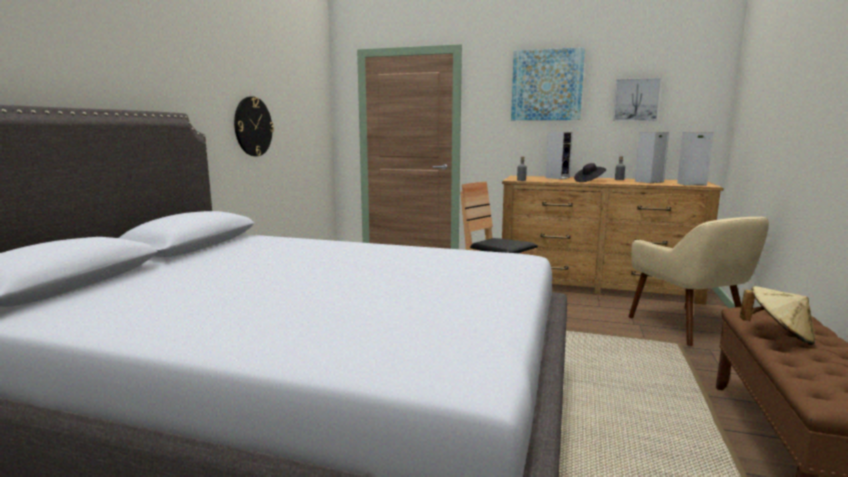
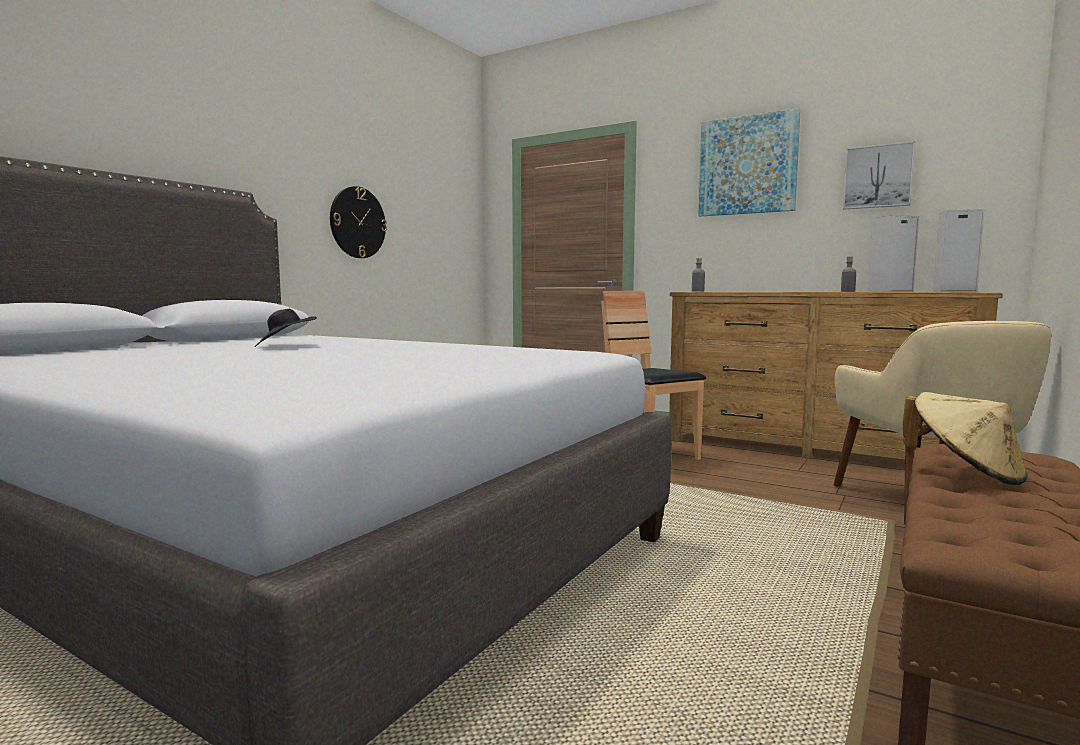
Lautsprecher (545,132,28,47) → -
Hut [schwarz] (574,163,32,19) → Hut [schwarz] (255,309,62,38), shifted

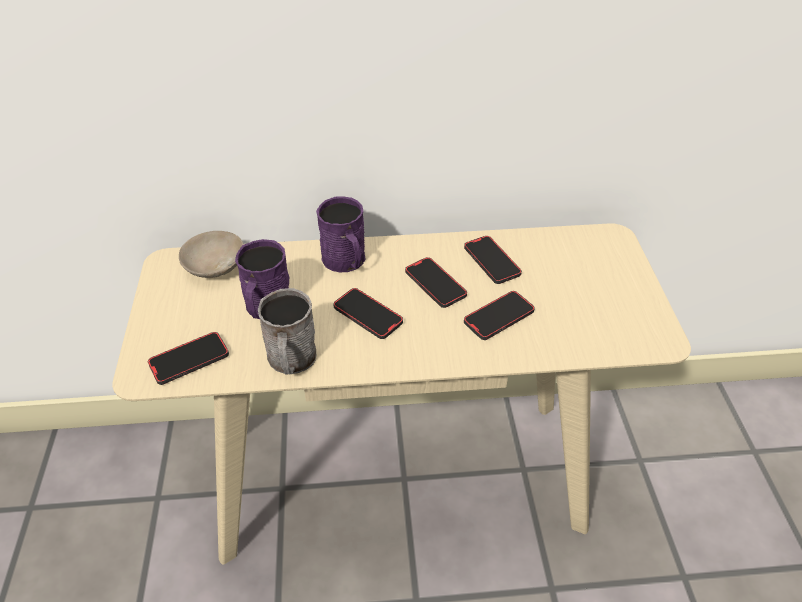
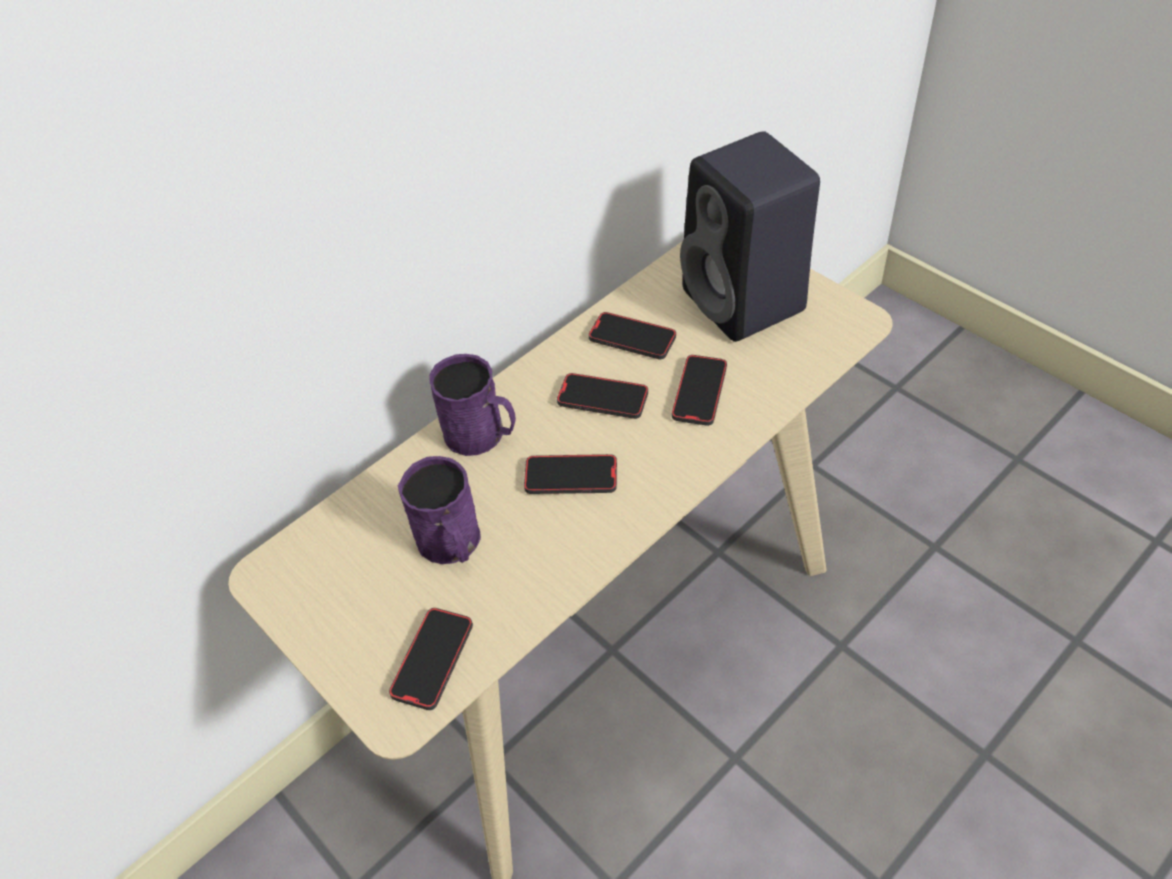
Schüssel [beige] (179,231,65,47) → -
Henkelbecher [grau] (258,288,58,87) → -
- → Lautsprecher [schwarz] (680,131,140,211)

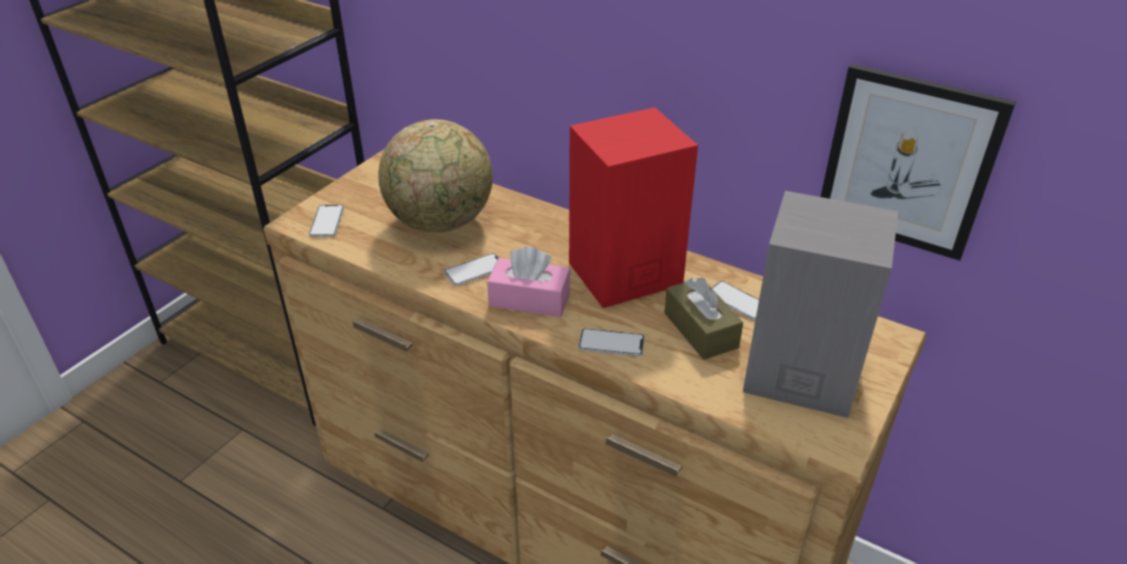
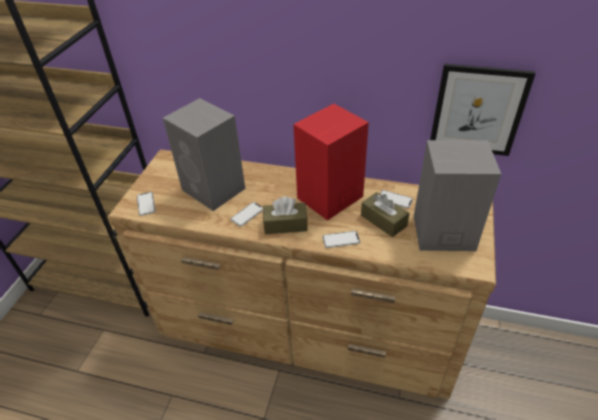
Globus (378,119,115,114) → Lautsprecher [grau] (163,98,82,113)
Taschentuchbox [rosa] (487,246,83,71) → Taschentuchbox [braun] (263,197,45,37)

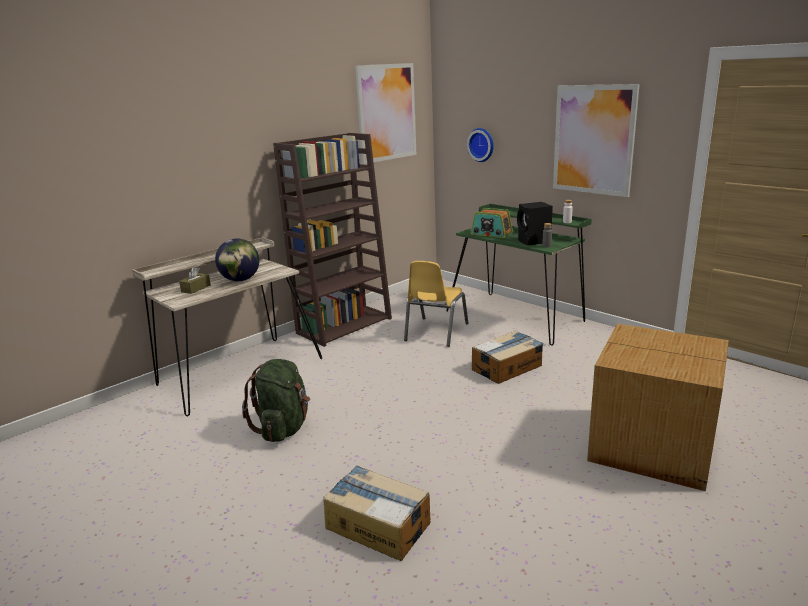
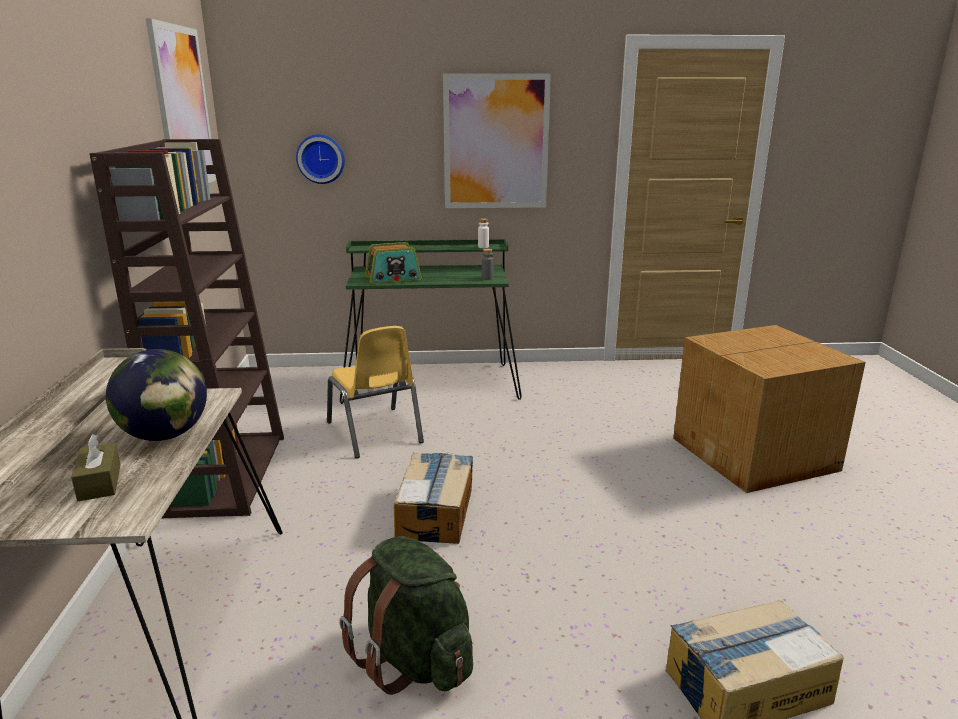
Karton (472,331,72,53) → Karton (394,453,79,91), shifted
Lautsprecher [schwarz] (517,202,36,44) → -

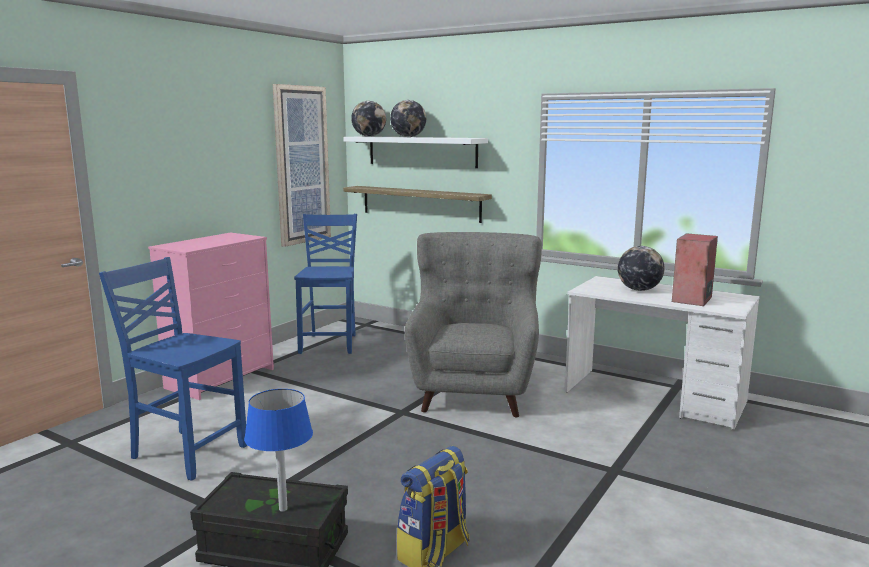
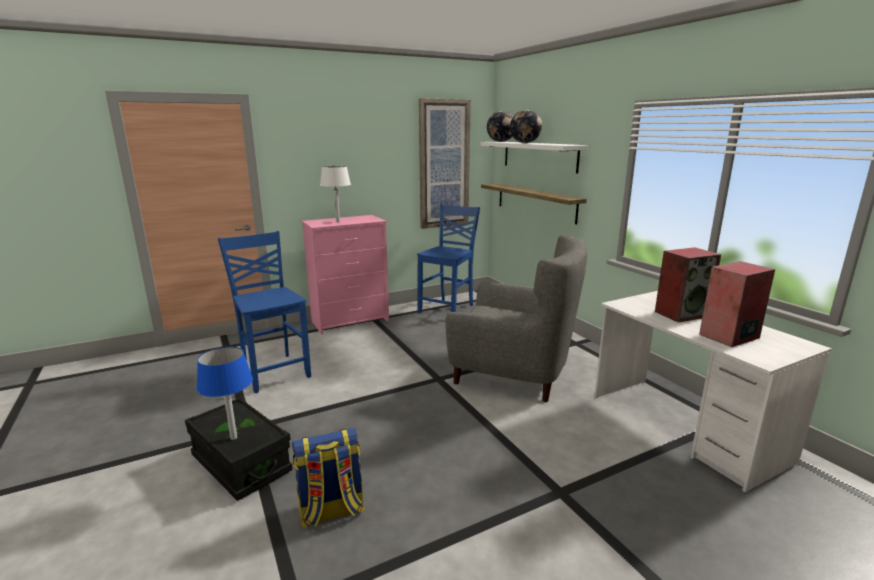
Sessel [grau] (405,232,137,185) → Sessel [grau] (446,235,141,167), 75 degrees clockwise
Globus (618,246,47,45) → Lautsprecher (655,247,66,76)
- → Tischlampe [weiß] (320,166,31,56)

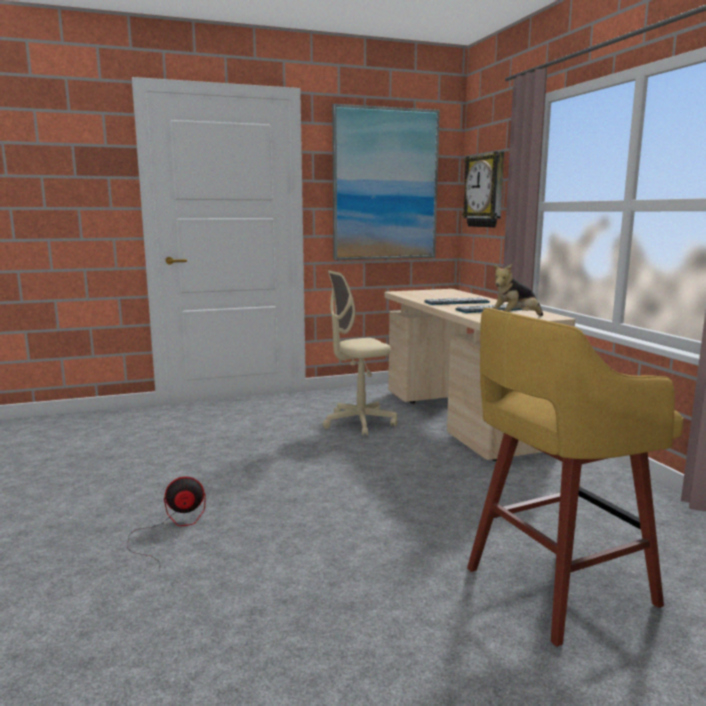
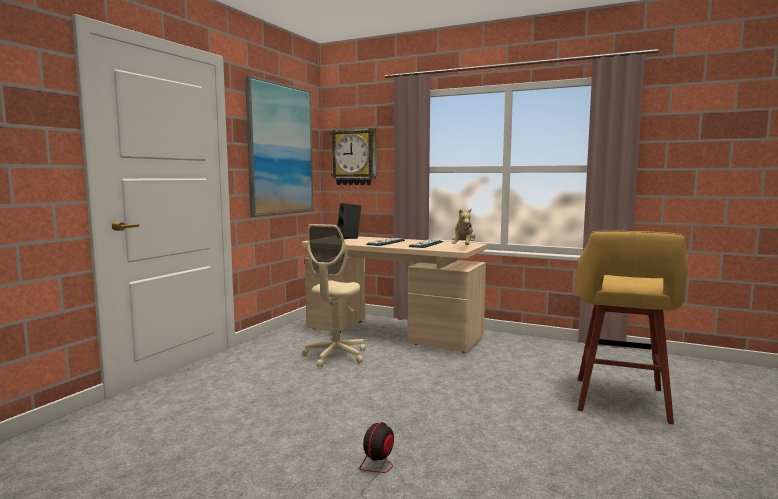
- → Lautsprecher [schwarz] (337,203,24,36)

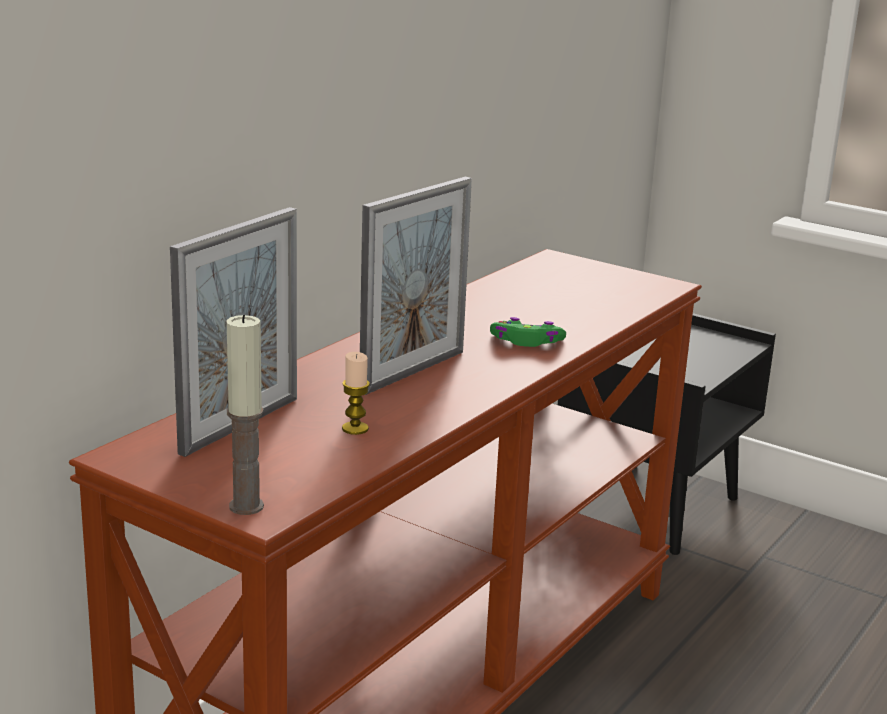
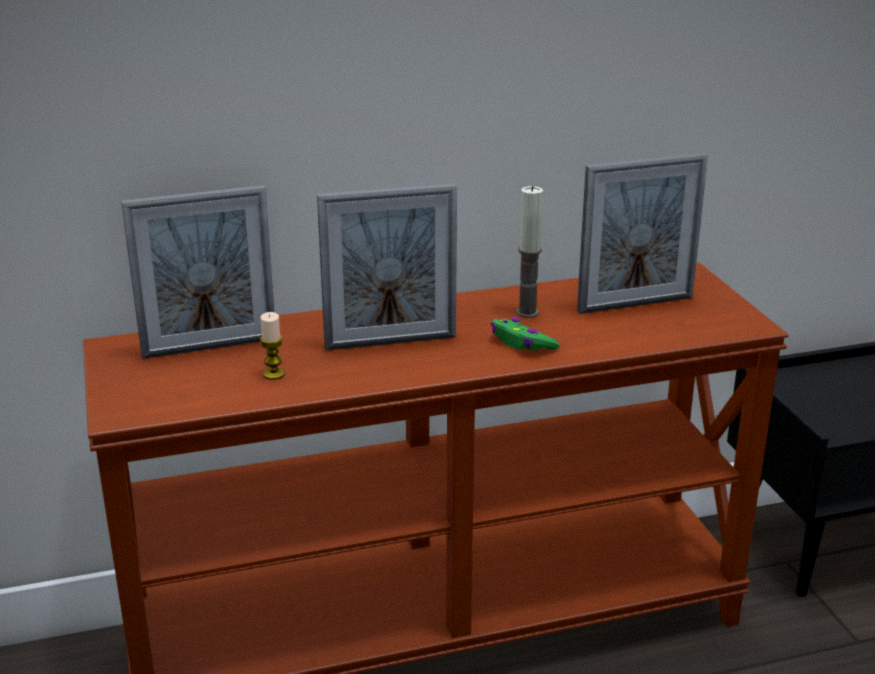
Kerze (227,314,37,201) → Kerze (516,186,27,132), shifted
- → Bilderrahmen (577,153,131,161)

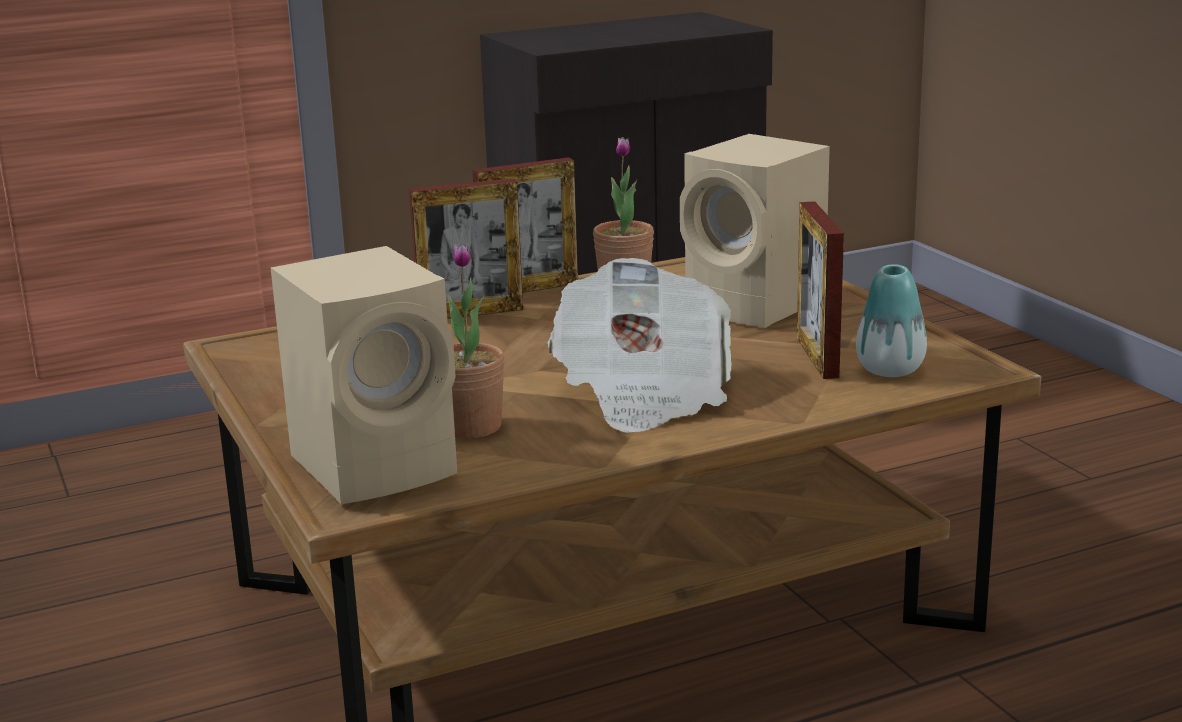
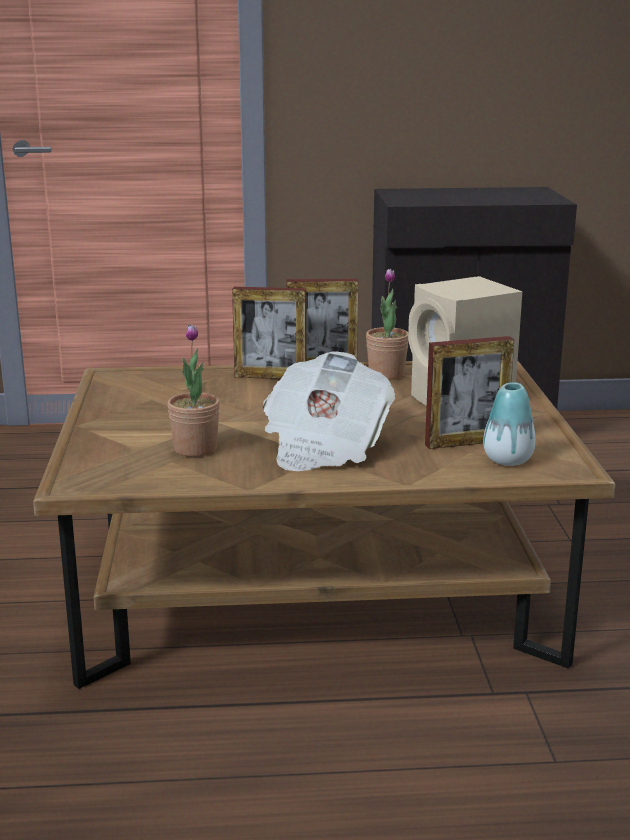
Lautsprecher [beige] (271,246,186,258) → -
Bilderrahmen (797,201,47,178) → Bilderrahmen (425,336,89,113), 120 degrees counterclockwise

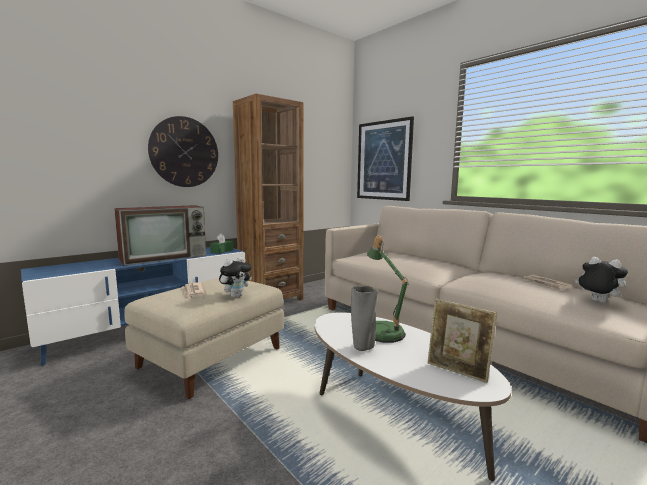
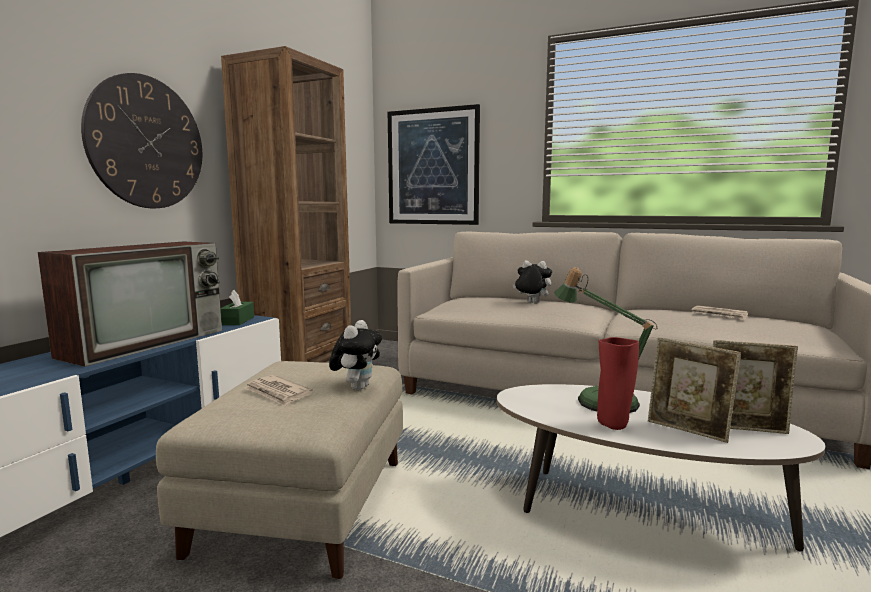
Vase [grau] (351,286,27,65) → Vase [rot] (597,337,42,93)
Plüschtier (574,257,54,46) → Plüschtier (512,260,40,43), shifted
- → Bilderrahmen (648,337,93,106)

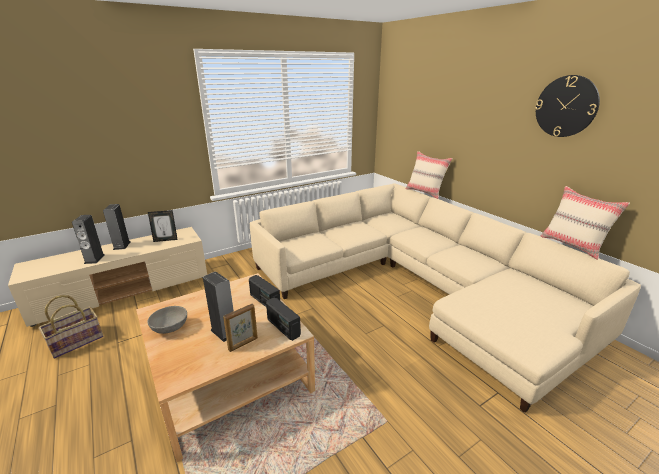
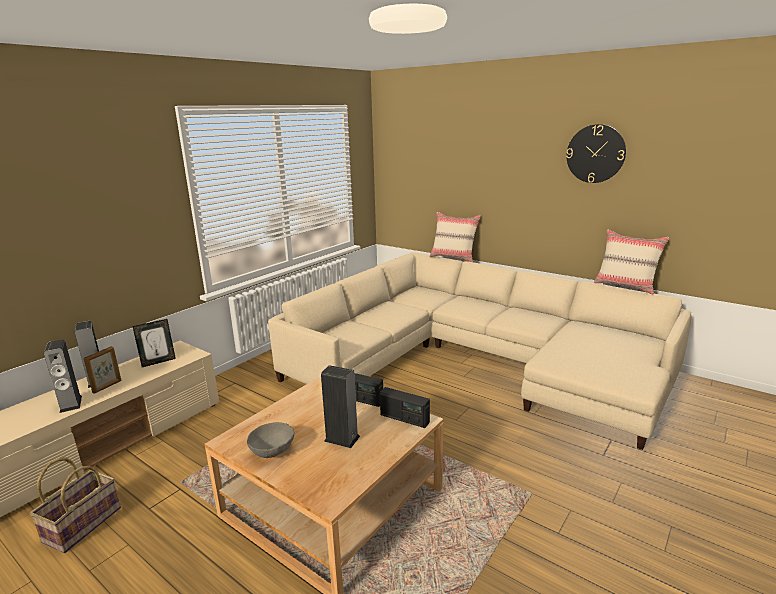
Bilderrahmen (223,303,35,49) → Bilderrahmen (84,346,38,48), shifted

